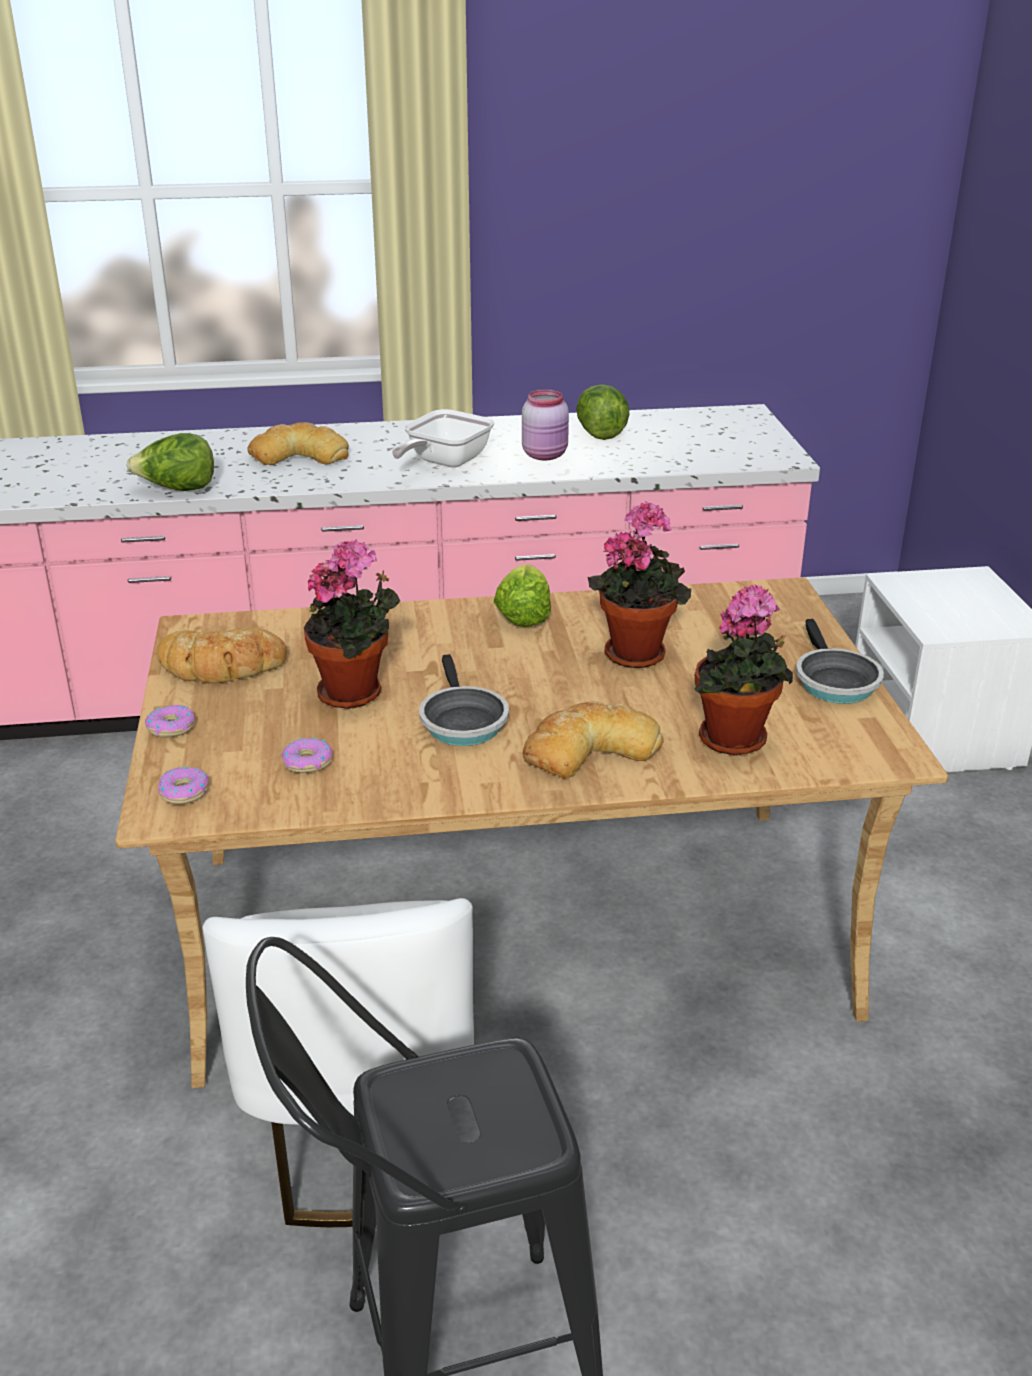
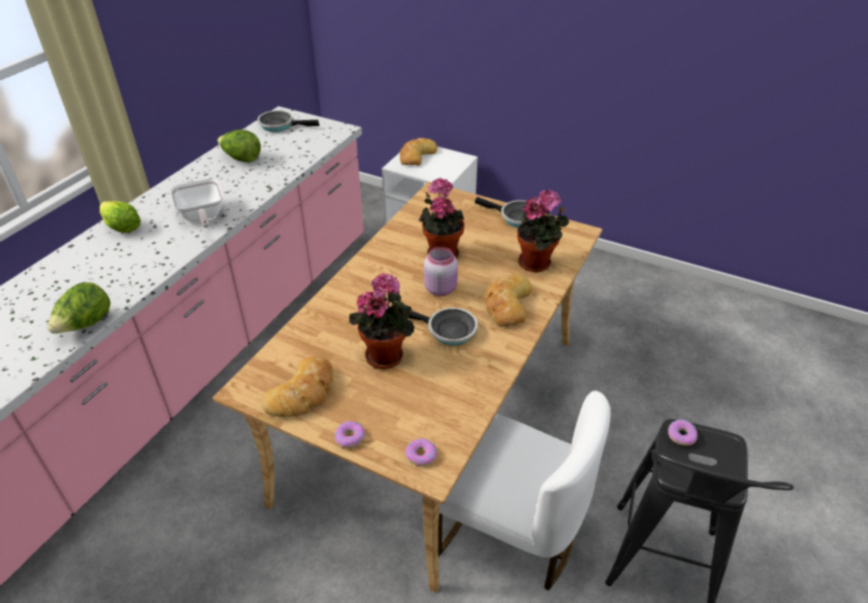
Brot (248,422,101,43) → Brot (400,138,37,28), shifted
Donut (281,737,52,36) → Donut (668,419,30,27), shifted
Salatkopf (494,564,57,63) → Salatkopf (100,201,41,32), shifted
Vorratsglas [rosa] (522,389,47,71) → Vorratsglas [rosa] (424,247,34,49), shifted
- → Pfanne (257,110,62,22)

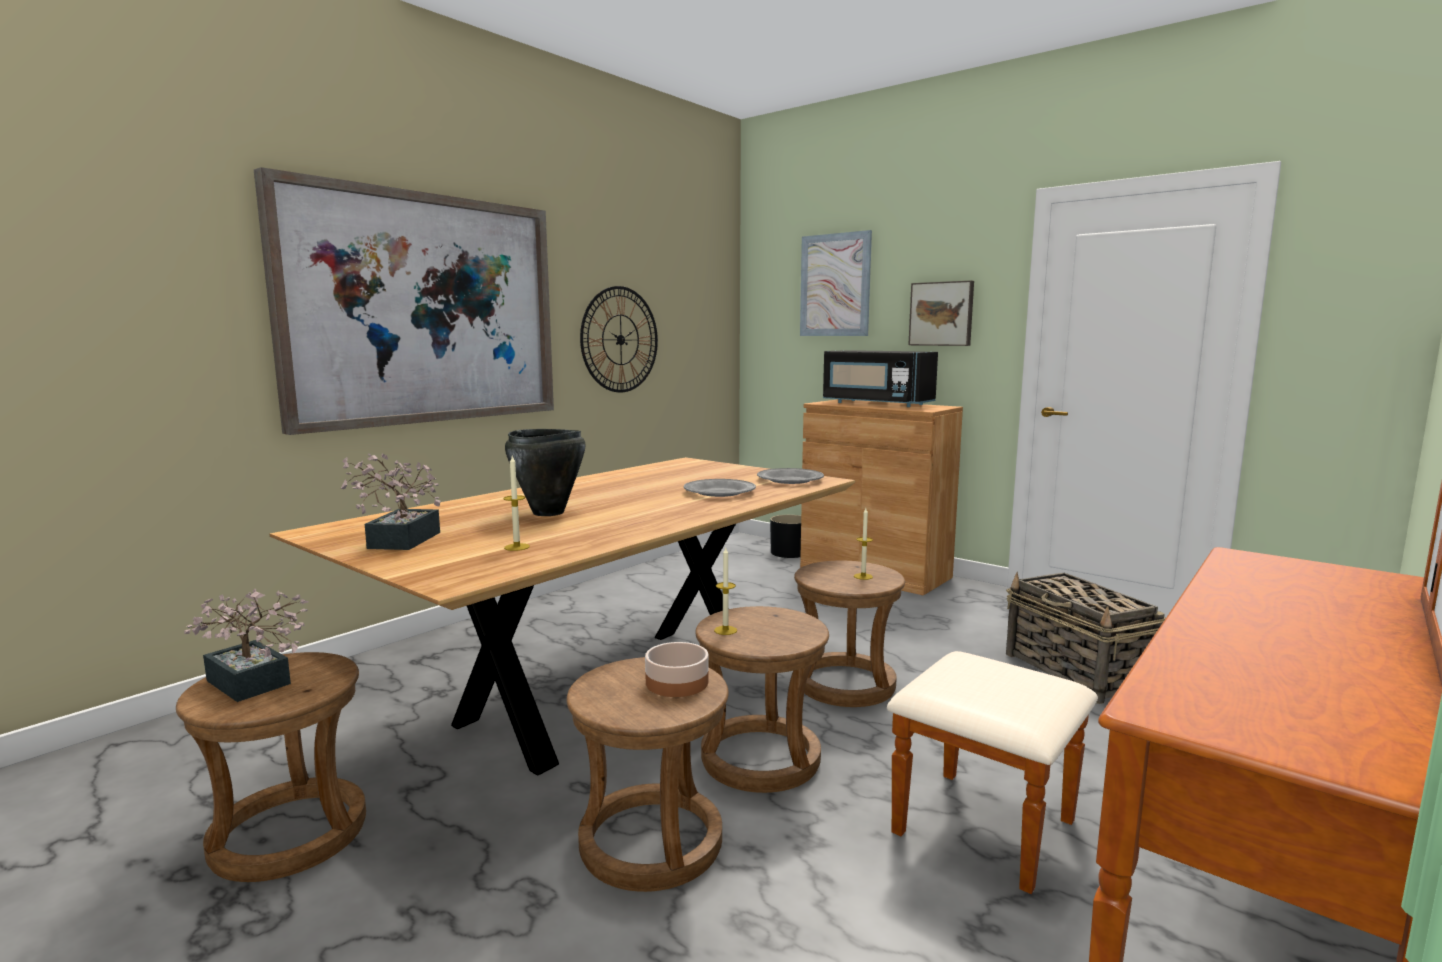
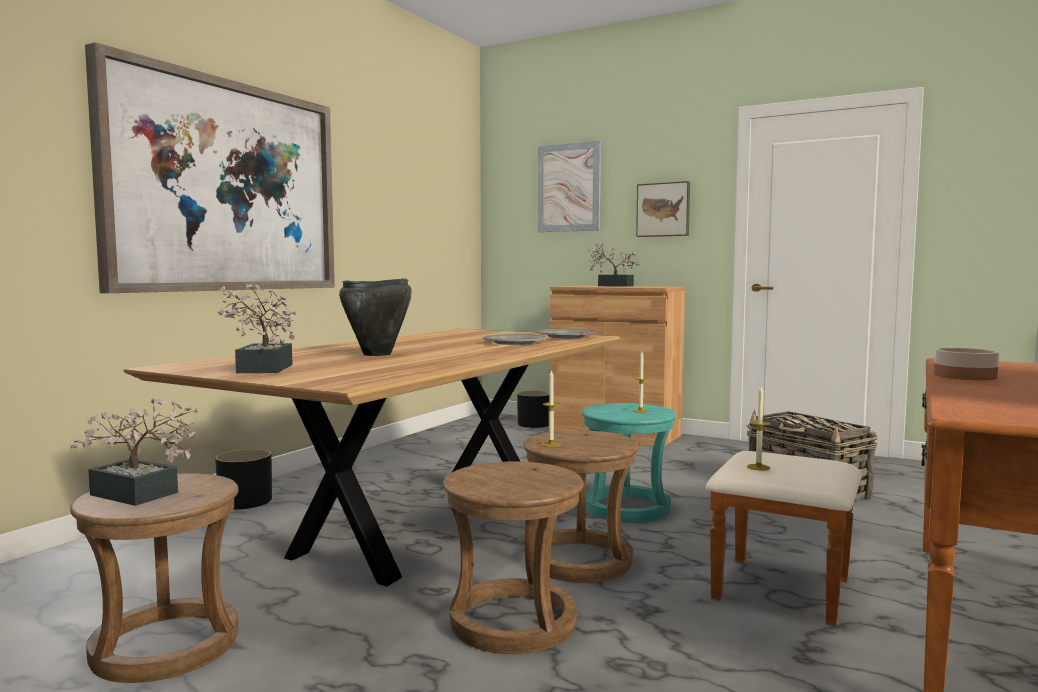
Kerze (503,456,27,95) → Kerze (747,386,23,85), shifted
Wanduhr (580,286,78,106) → -
Schüssel (645,642,64,55) → Schüssel (934,348,65,32), shifted
Hocker [braun] (794,561,111,146) → Hocker [türkis] (581,403,96,120)
Mikrowelle [schwarz] (823,350,115,57) → Topfpflanze (588,243,52,44)
- → Pflanzkübel [schwarz] (215,449,57,60)

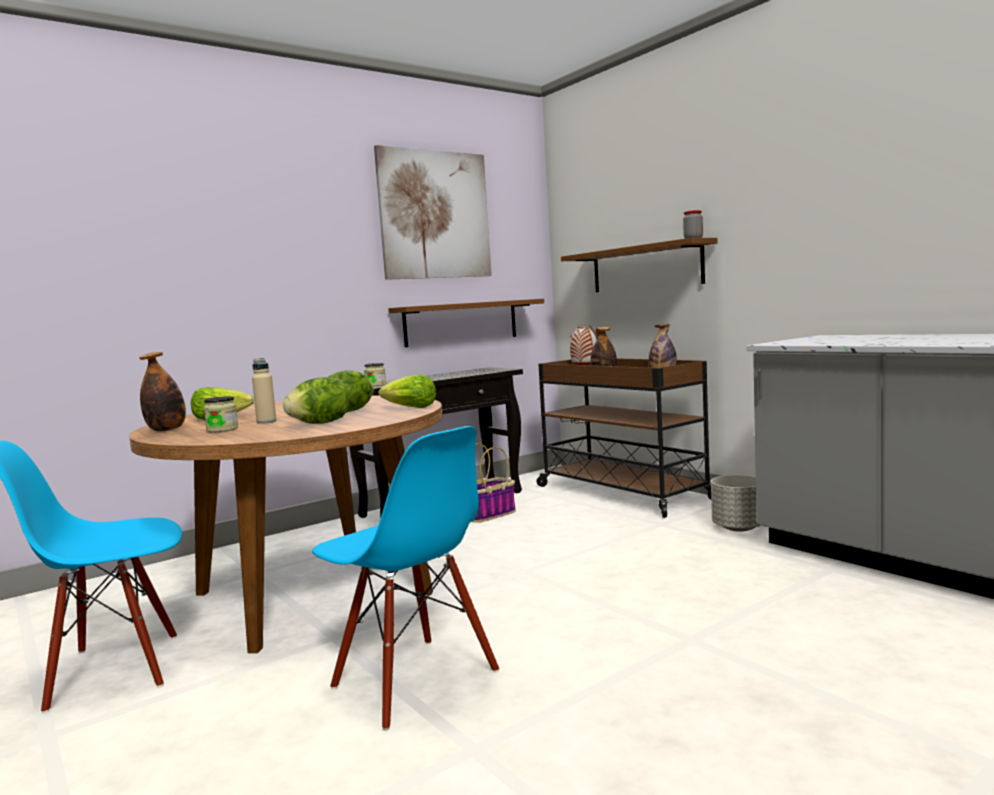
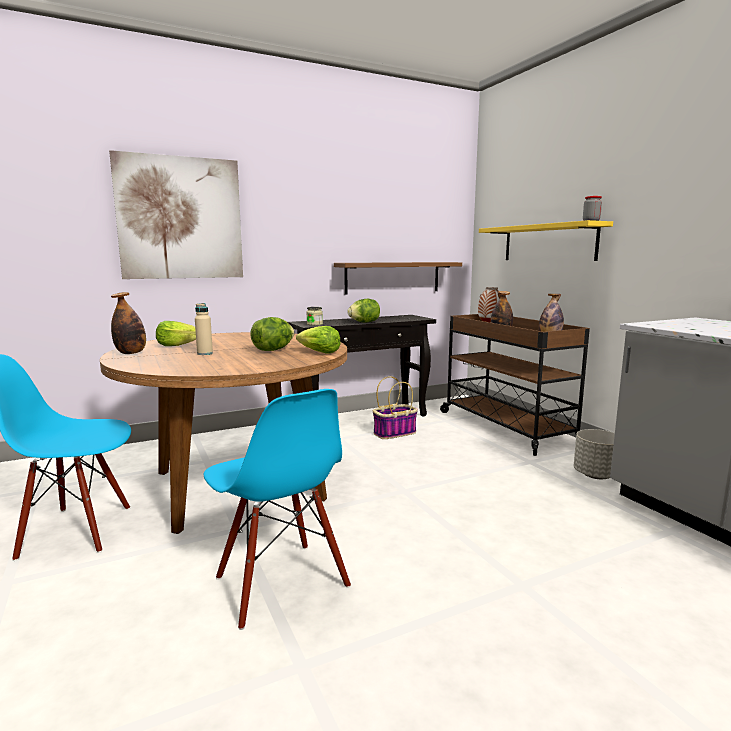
Vorratsglas (204,396,34,36) → -
Salatkopf (283,377,65,47) → Salatkopf (347,299,33,24), shifted
Bild (374,145,118,135) → Bild (109,150,134,129), shifted
Wandregal [braun] (561,238,157,54) → Wandregal [gelb] (479,220,134,41)

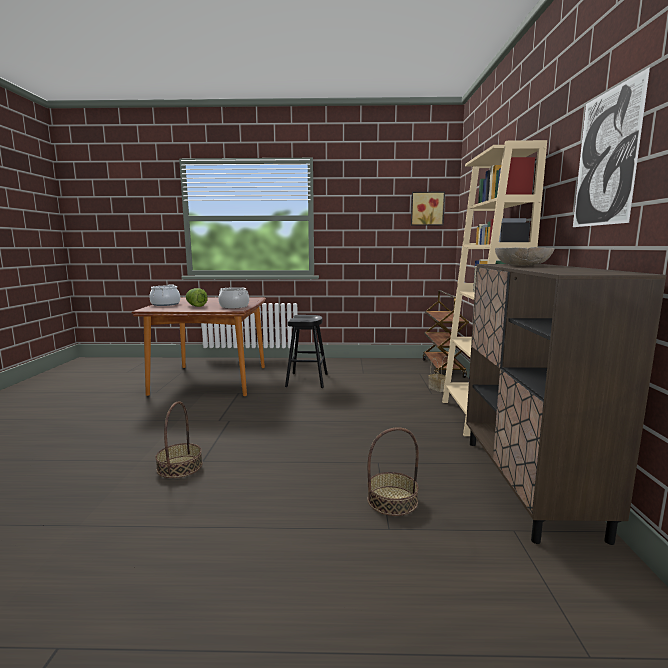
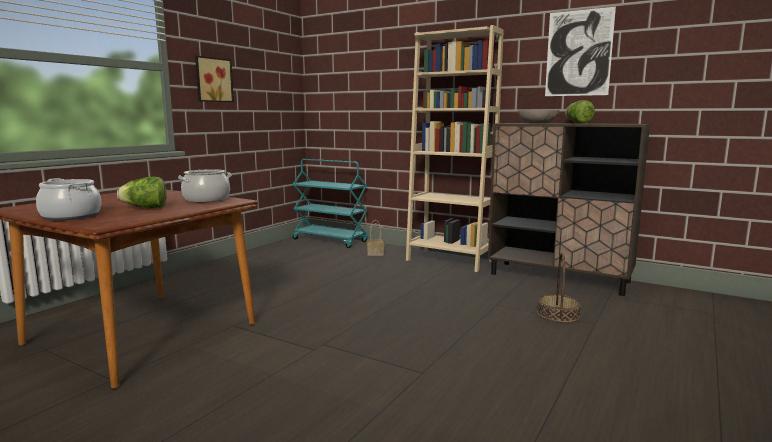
Korb (155,401,48,77) → -
Hocker [schwarz] (285,315,43,73) → -
Bild (411,192,34,34) → Bild (195,56,39,46), shifted
Rollwagen [braun] (423,290,46,88) → Rollwagen [türkis] (293,159,75,89)
- → Salatkopf (565,100,30,24)

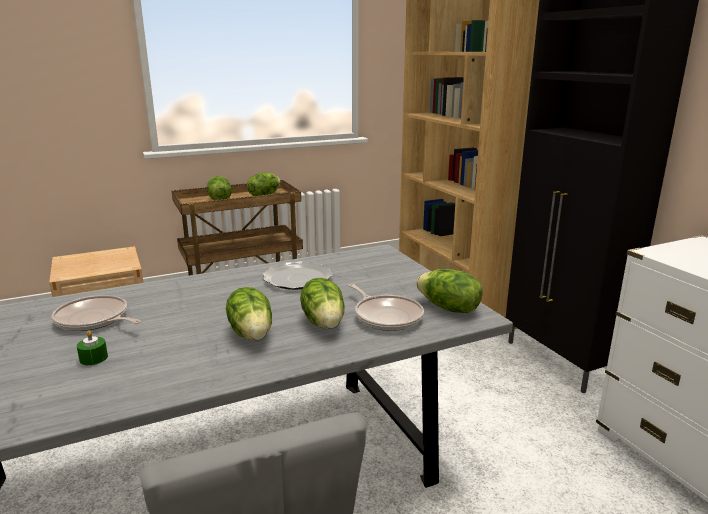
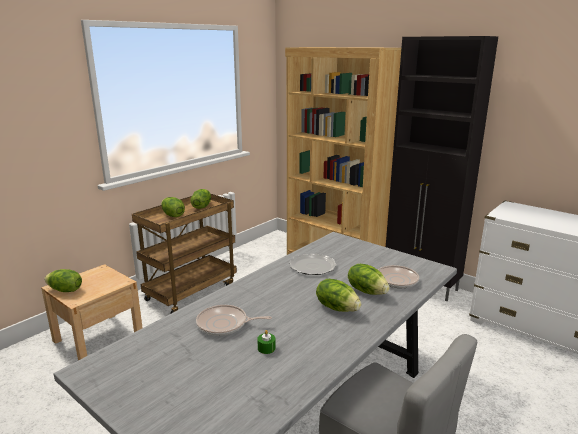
Salatkopf (416,269,67,44) → Salatkopf (45,269,37,23), shifted

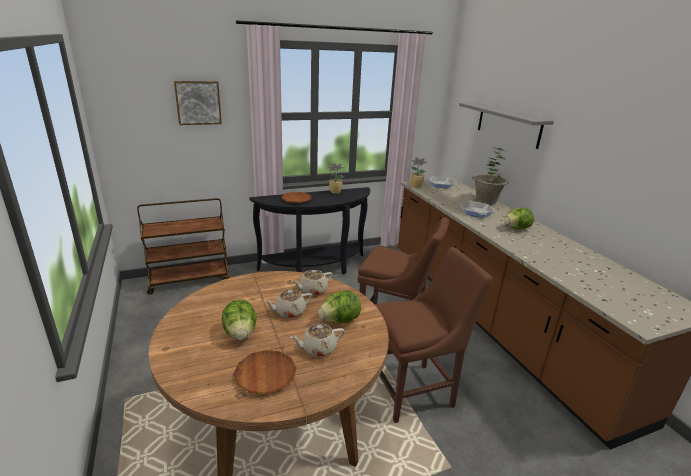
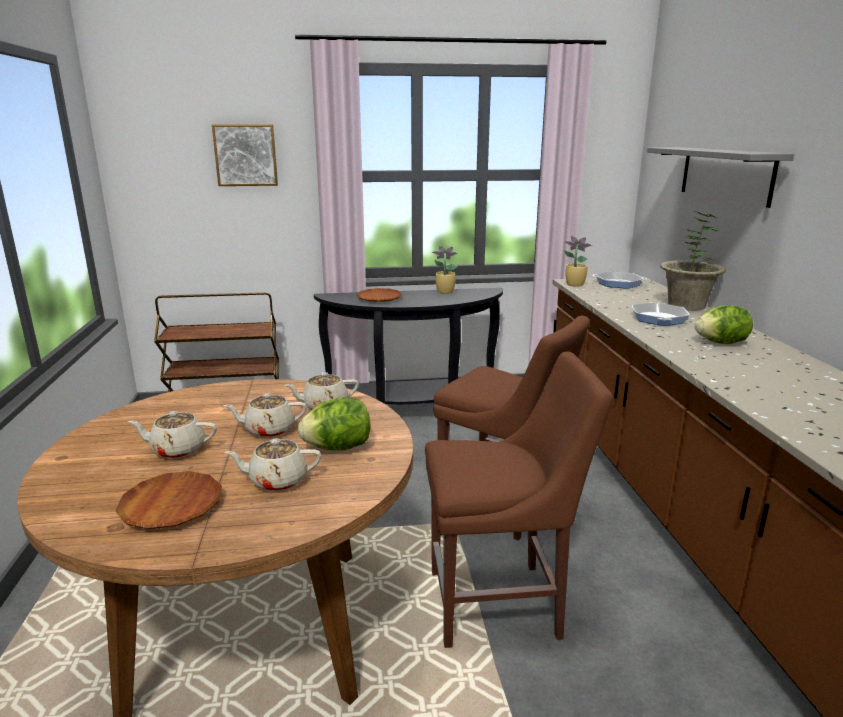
Salatkopf (222,299,35,41) → Teekanne [beige] (128,411,89,48)

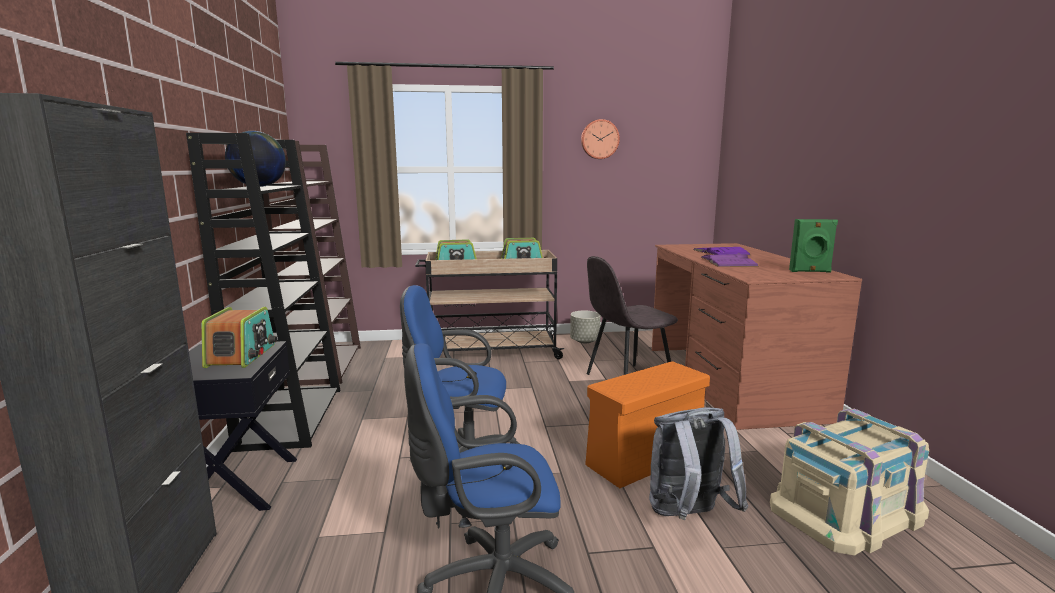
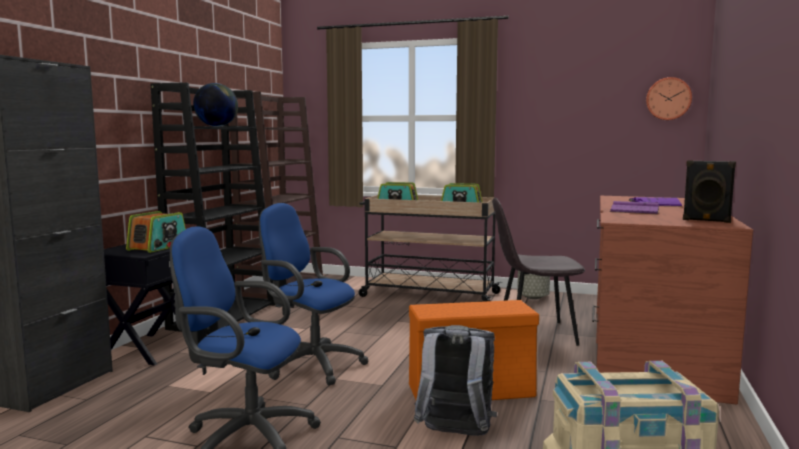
Wanduhr (581,119,39,40) → Wanduhr (646,77,46,43), shifted
Lautsprecher [grün] (789,219,49,54) → Lautsprecher [schwarz] (683,160,53,63)

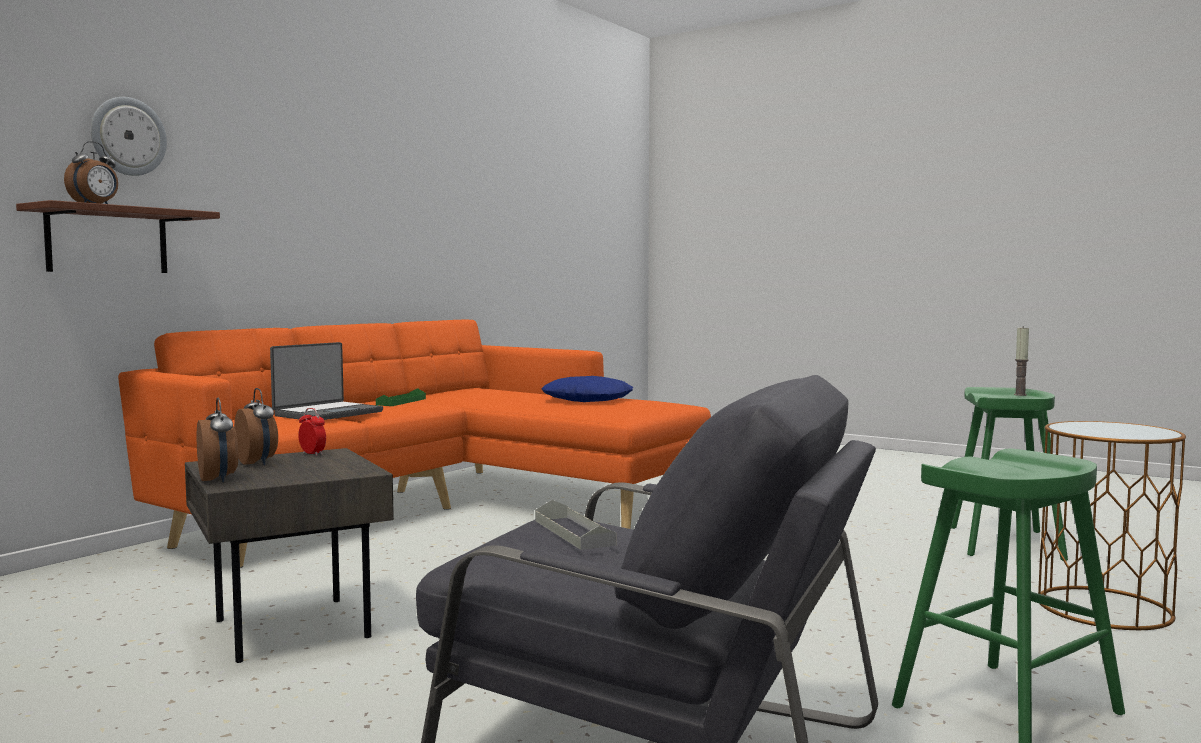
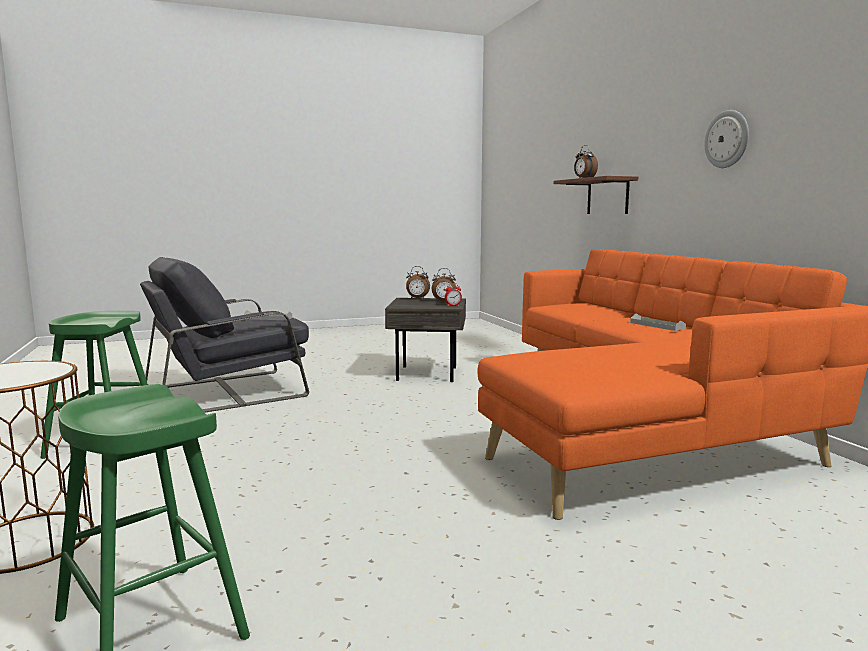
Wanduhr (91,97,76,79) → Wanduhr (705,110,44,58), shifted
Laptop (270,342,113,78) → -
Tablett [grün] (376,388,50,18) → Tablett [grau] (630,313,56,18)
Kissen [blau] (542,376,91,26) → -
Kerze (1014,326,15,70) → -

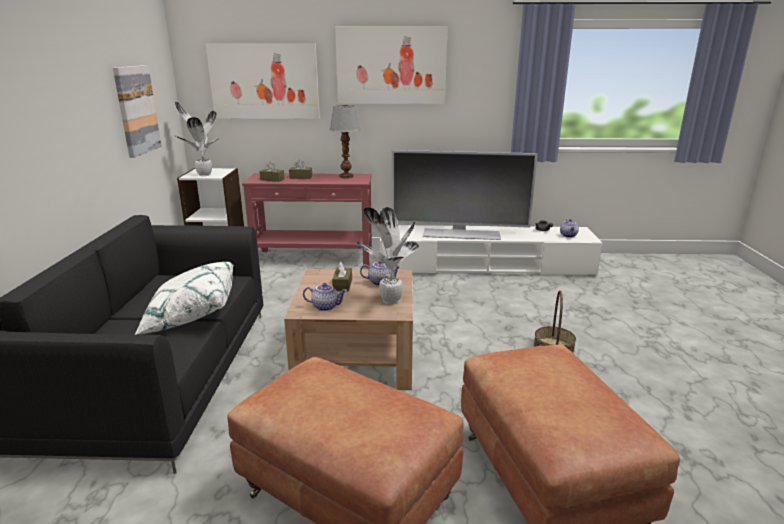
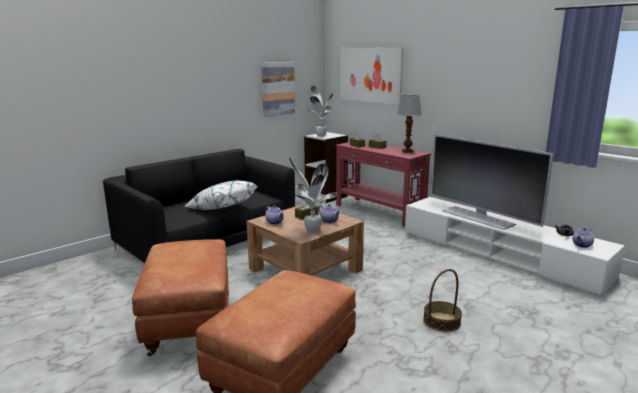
Bild (335,26,113,78) → -

